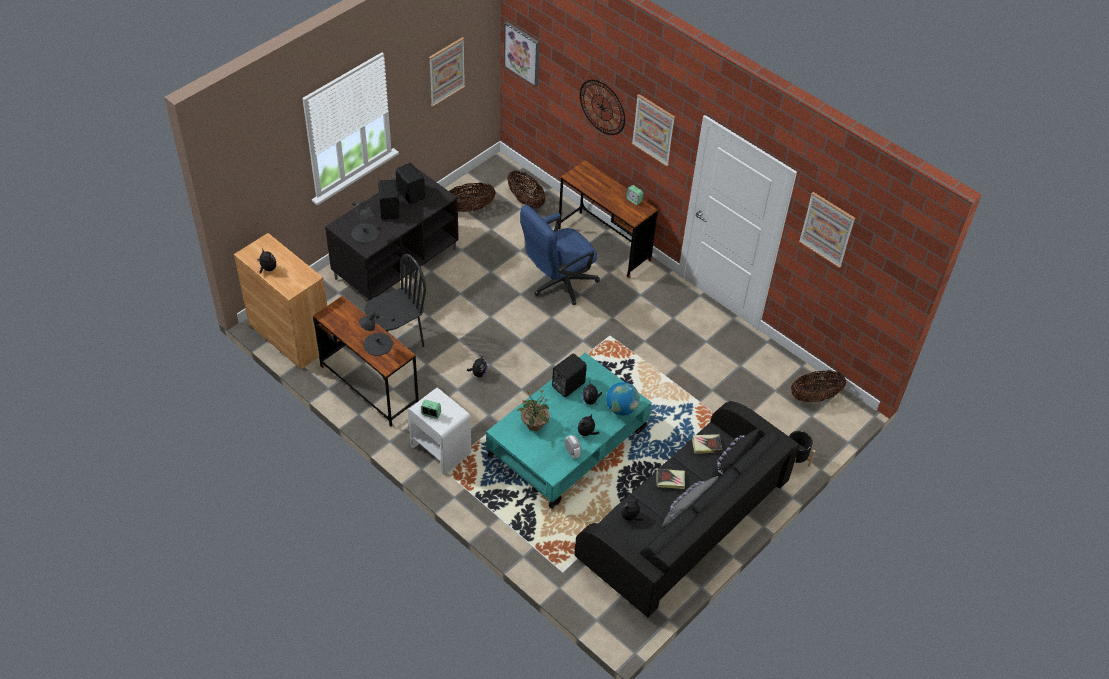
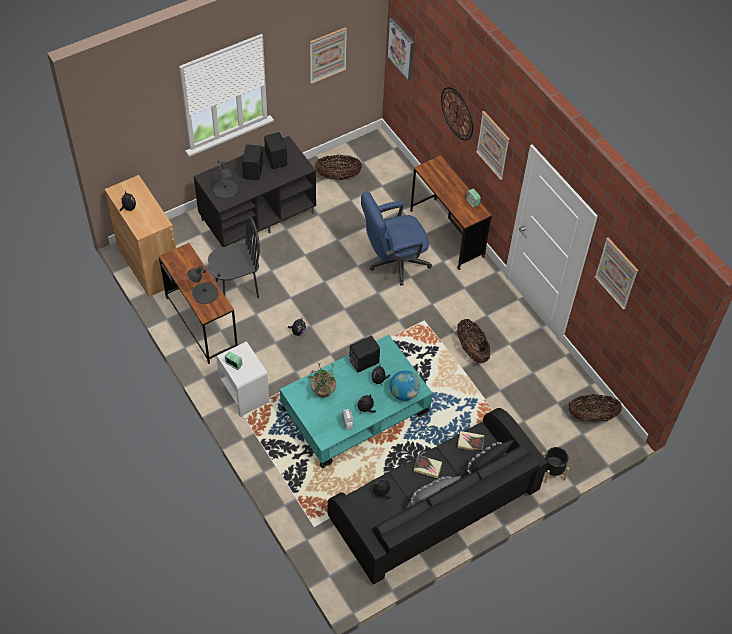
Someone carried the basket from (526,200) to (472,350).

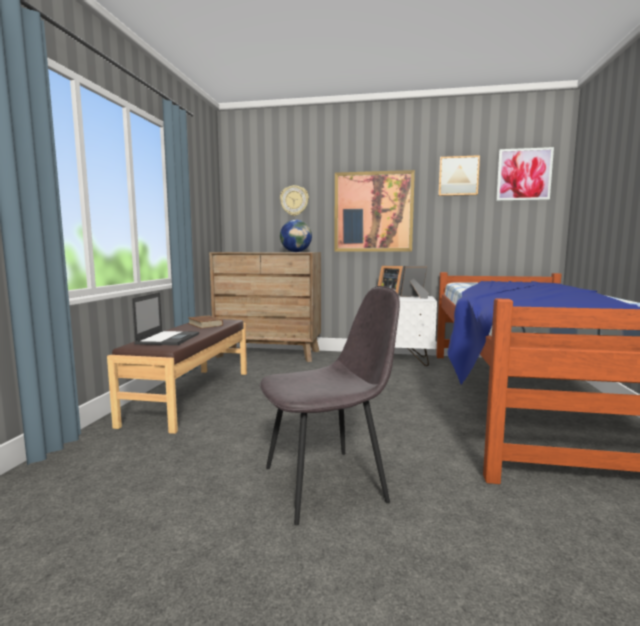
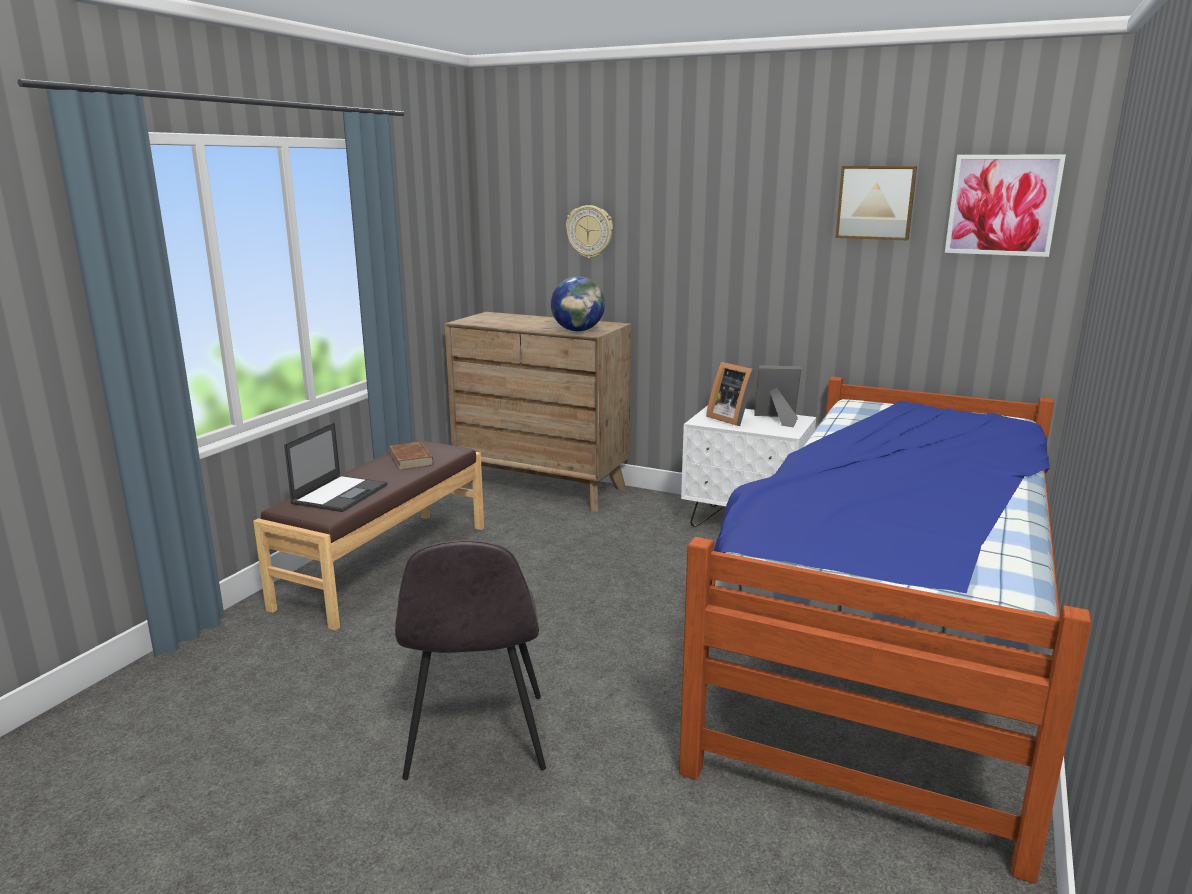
Someone took away the wall_picture at (373,212).
Someone rotated the grey_plain_chair at (327,483) by 90 degrees clockwise.

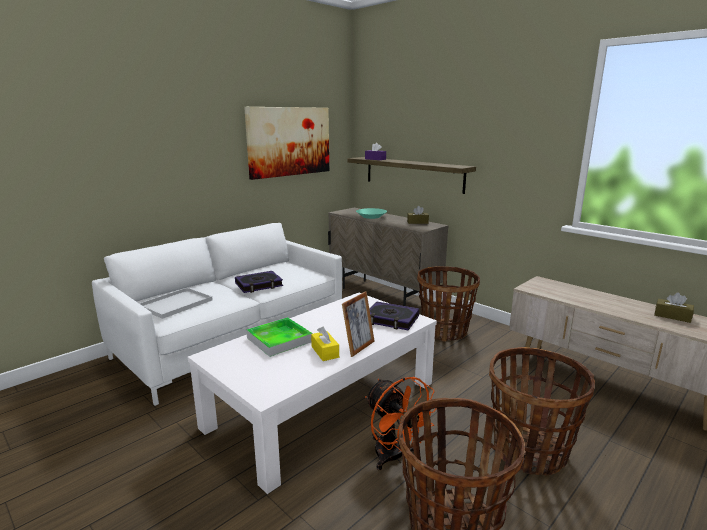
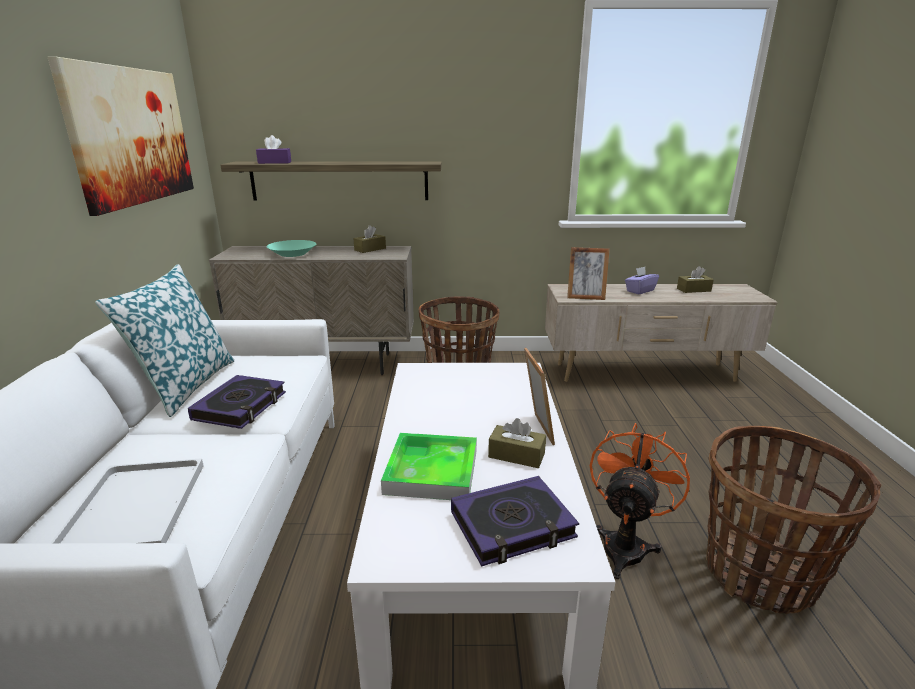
Someone took away the basket at (529,451).
Someone put down the pillow at (185,385).
Someone put down the picture_frame at (585,297).
Someone put down the purplish_tissue_box at (640,291).
Someone carried the volume from (391,319) to (512,526).
Someone repainted the yellow-coloured_tissue_box at (325,352), which became the brownish_tissue_box at (516,455).
Someone rotated the orange_cooling_fan at (394,457) by 75 degrees counterclockwise.

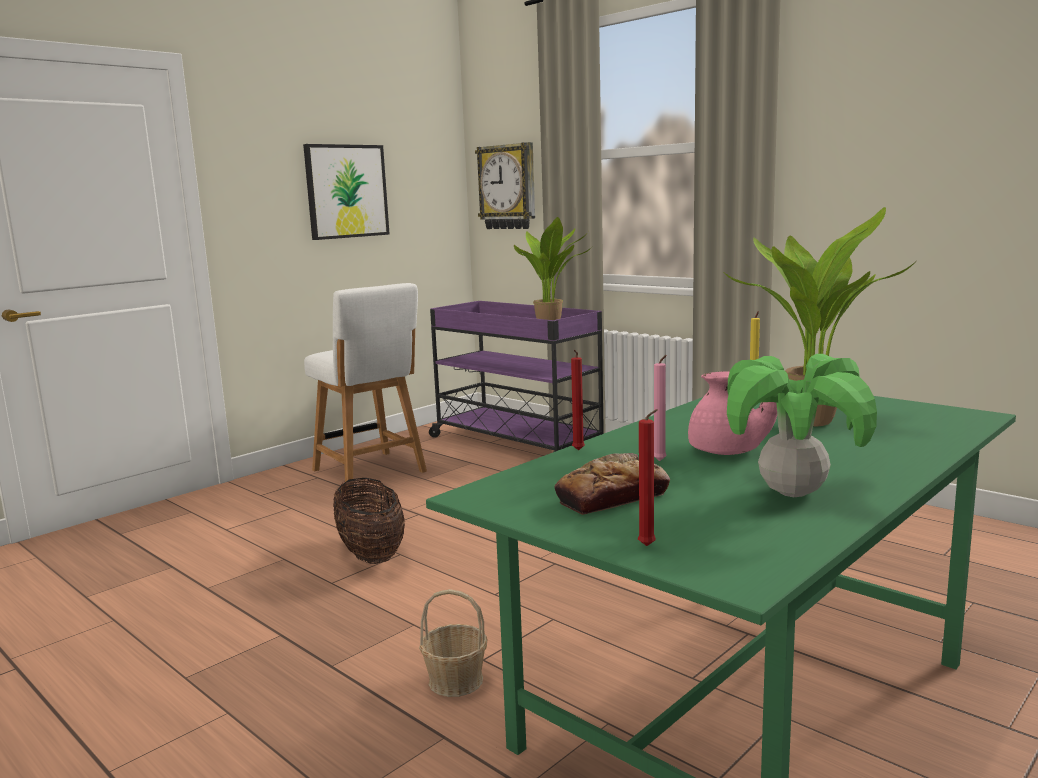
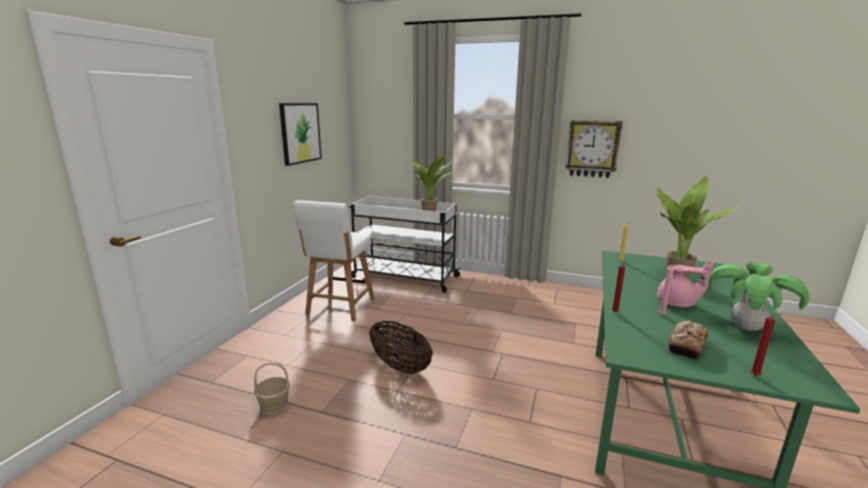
Someone carried the basket from (455,680) to (274,405).
Someone carried the wall_clock from (508,187) to (592,148).
Someone repainted the purplish_trolley at (515,443), which became the white_trolley at (403,277).
Someone rotated the white_plain_chair at (371,472) by 75 degrees clockwise.

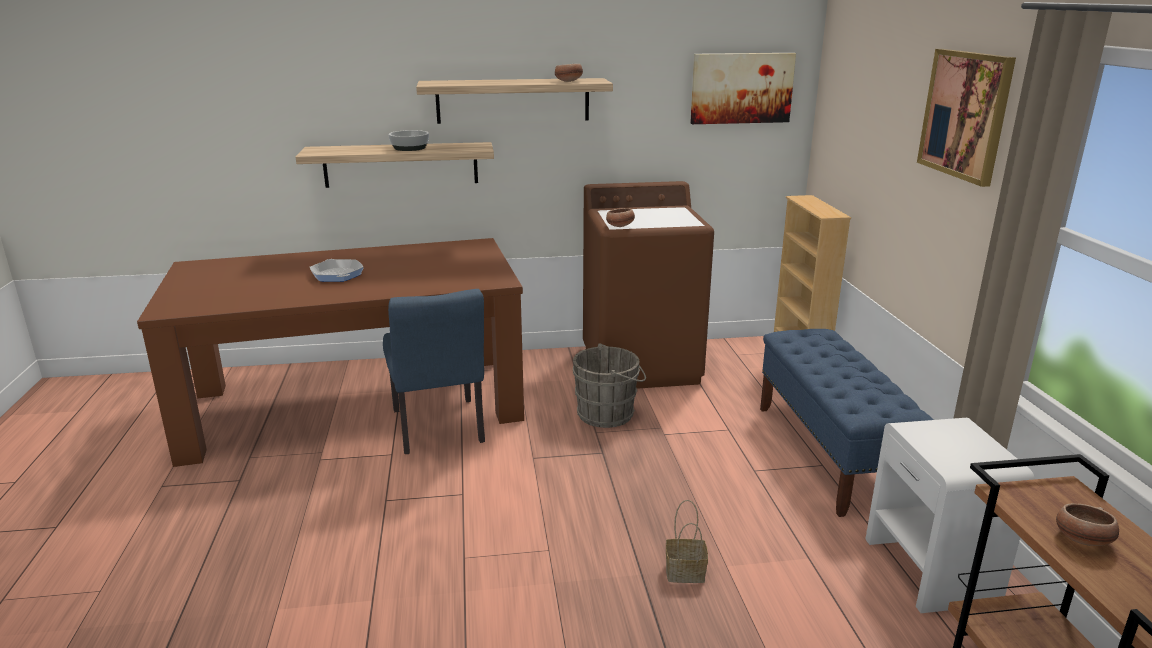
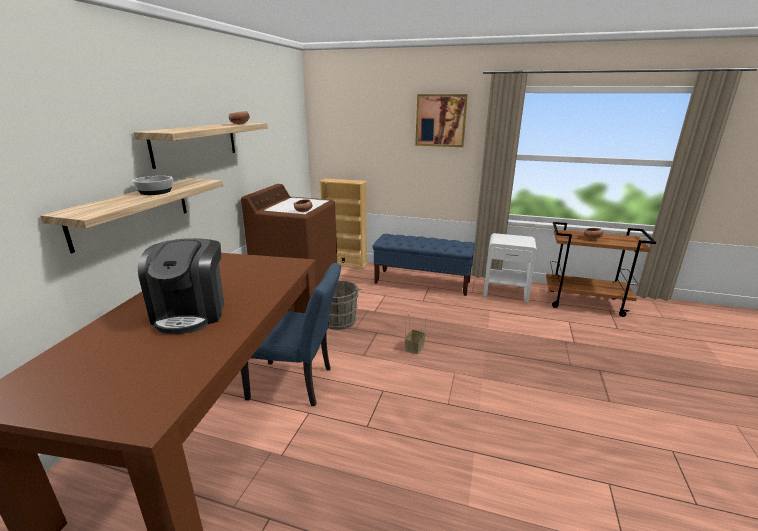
Someone took away the wall_picture at (741,88).
Someone carried the basket from (686,572) to (414,347).
Someone swapped the pan at (337,275) for the coffee_machine at (191,313).

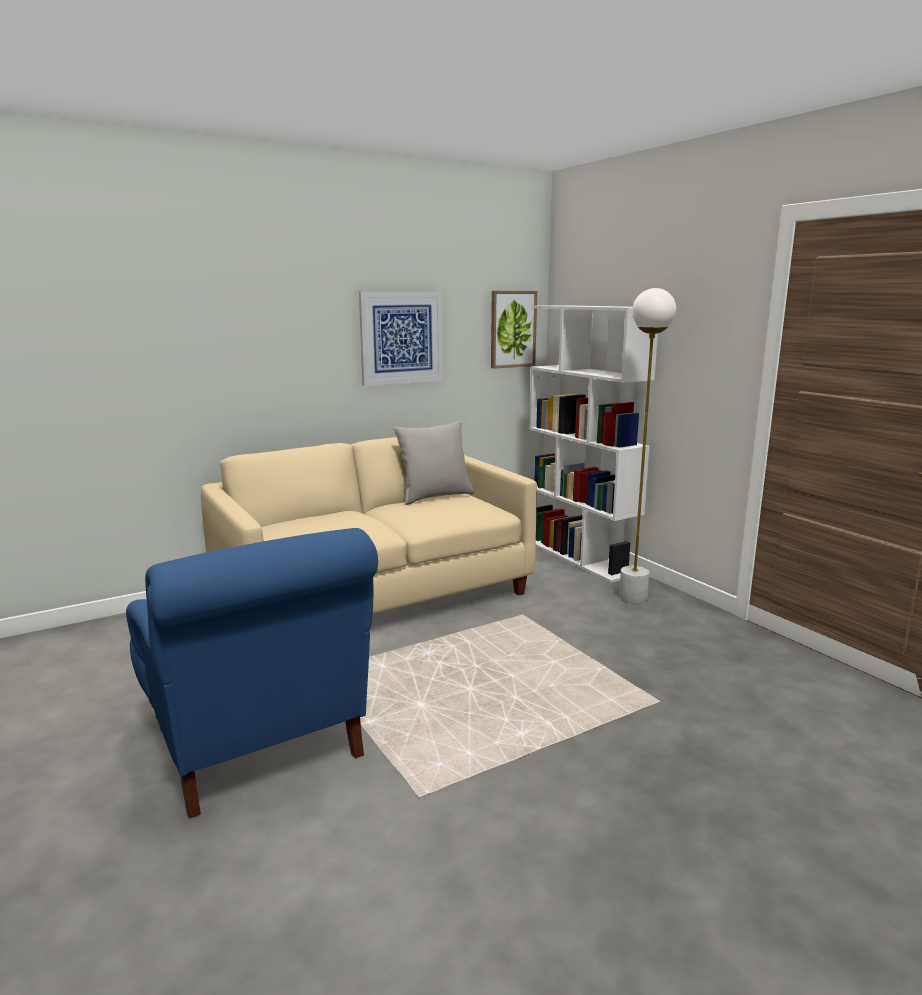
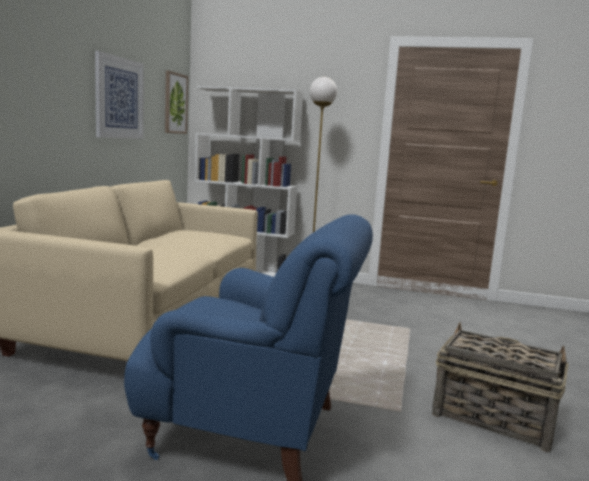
Someone took away the grey_pillow at (435,497).
Someone put down the basket at (492,418).

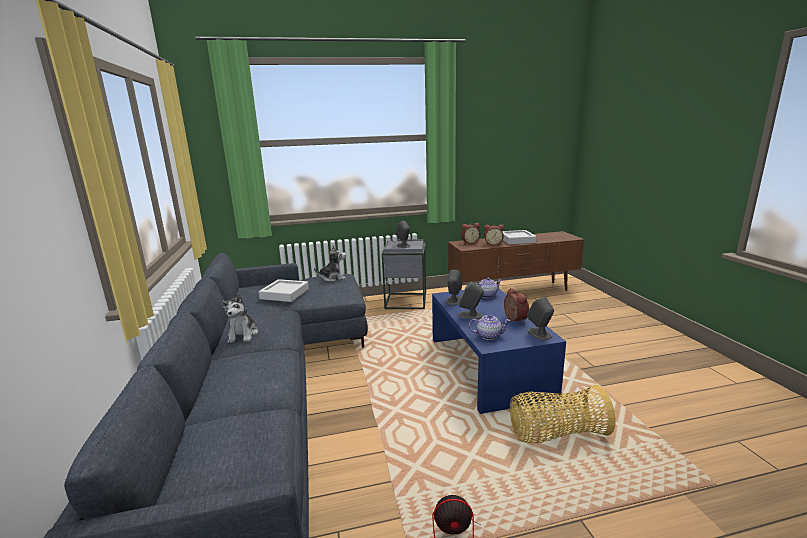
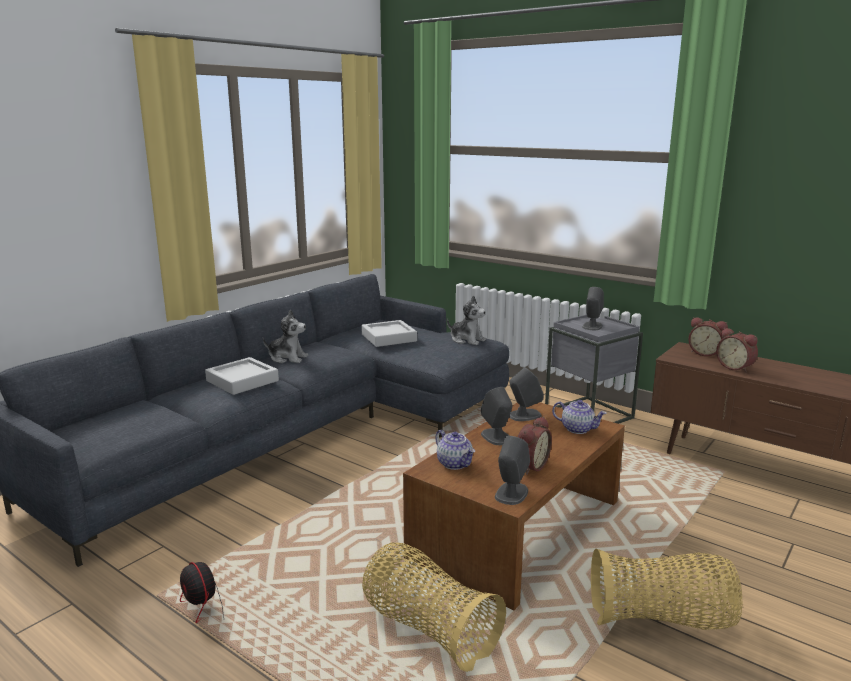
Someone put down the basket at (661,619).
Someone carried the grey_serving_tray from (517,240) to (242,381).
Someone repainted the bluish_lounge_table at (487,366), which became the brownish_lounge_table at (516,528).
Someone rotated the plush_toy at (243,334) by 120 degrees counterclockwise.

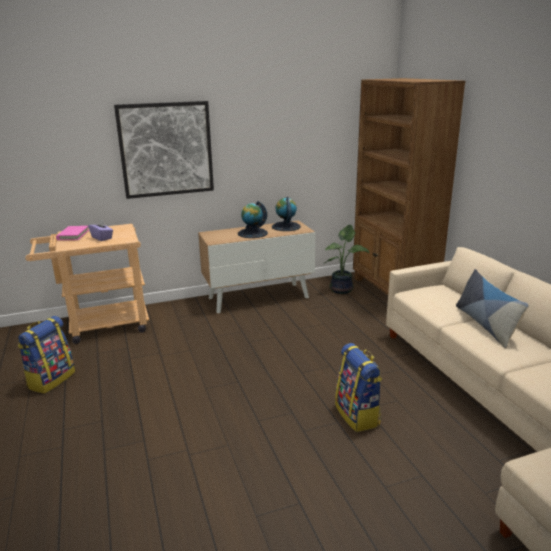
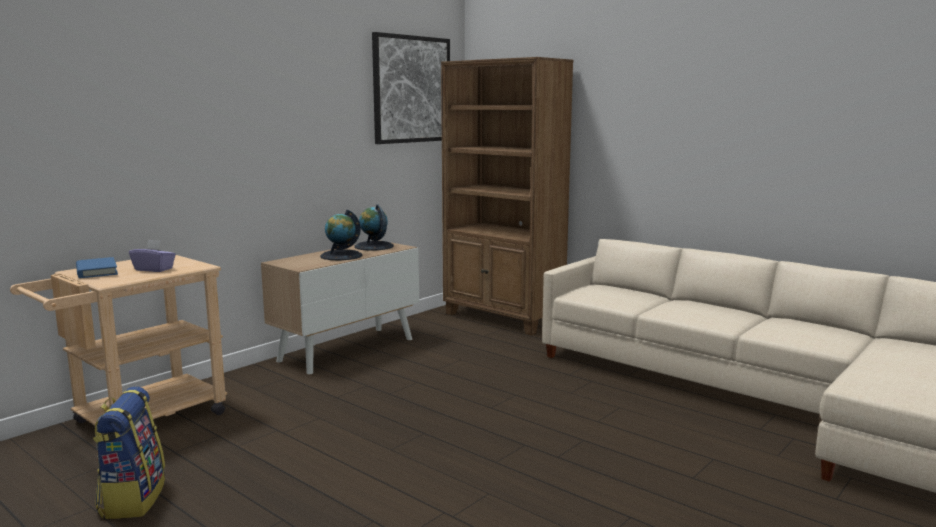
Someone took away the plant_in_a_pot at (343,289).
Someone took away the knapsack at (358,415).
Someone took away the pillow at (486,325).
Someone carried the wall_picture from (166,149) to (412,89).
Someone repainted the pink_volume at (73,235), which became the bluish_volume at (96,271).

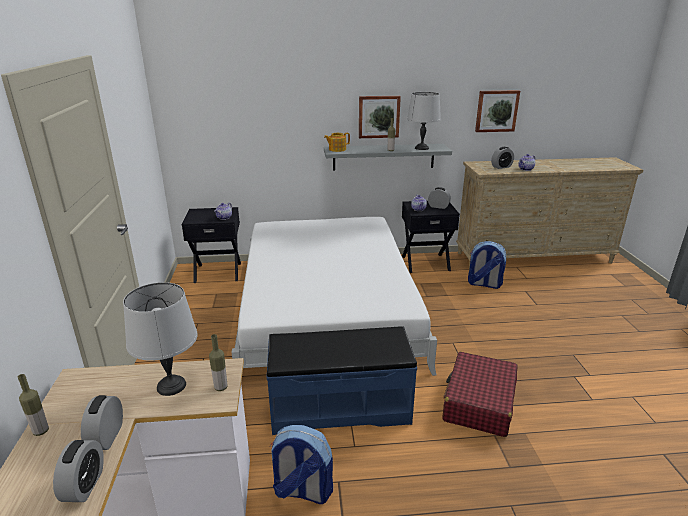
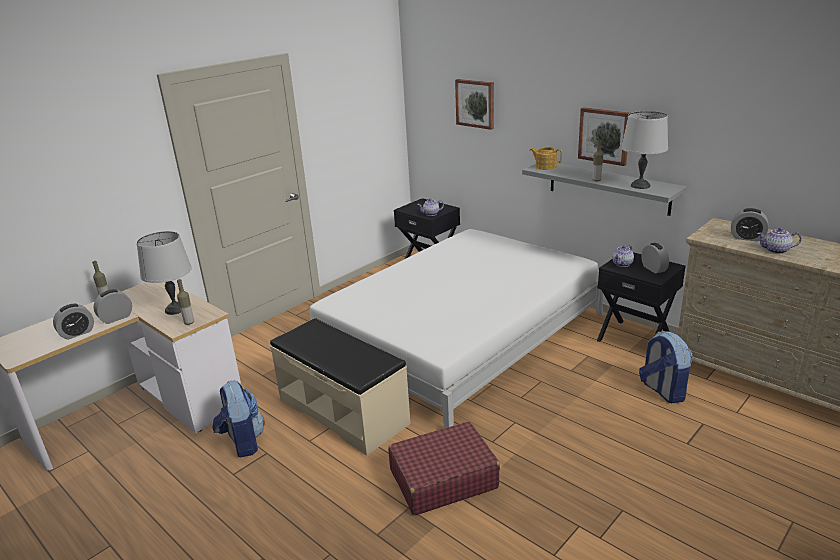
Someone carried the wall_picture from (496,111) to (475,103).
Someone repainted the bluish_indoor_bench at (340,407), which became the beige_indoor_bench at (344,411).

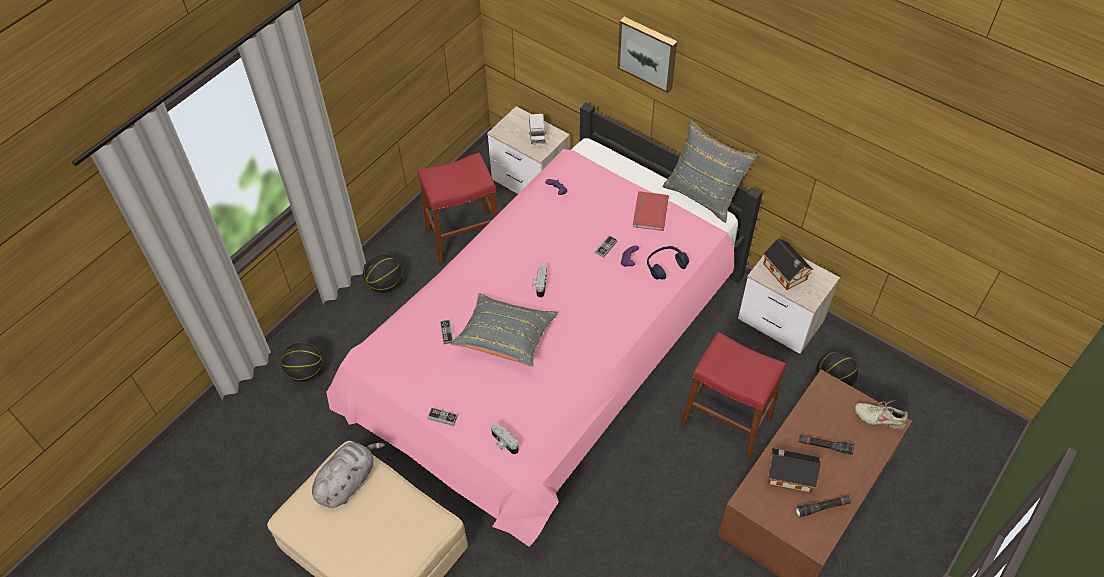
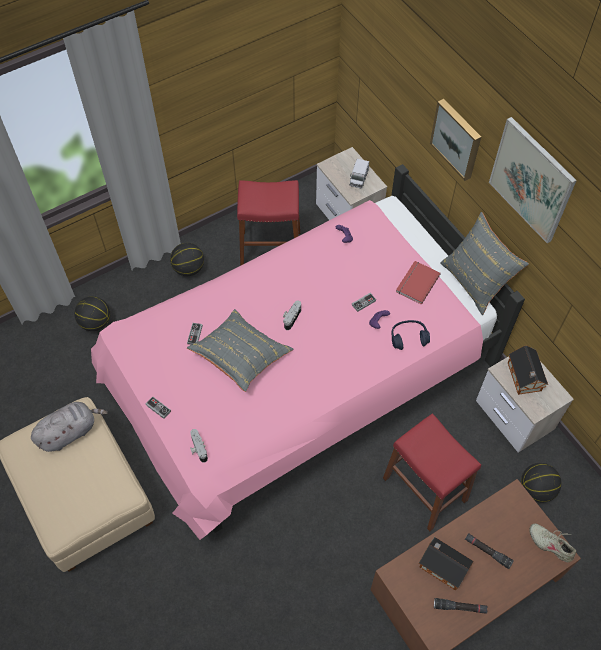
Someone put up the wall_picture at (531,180).

